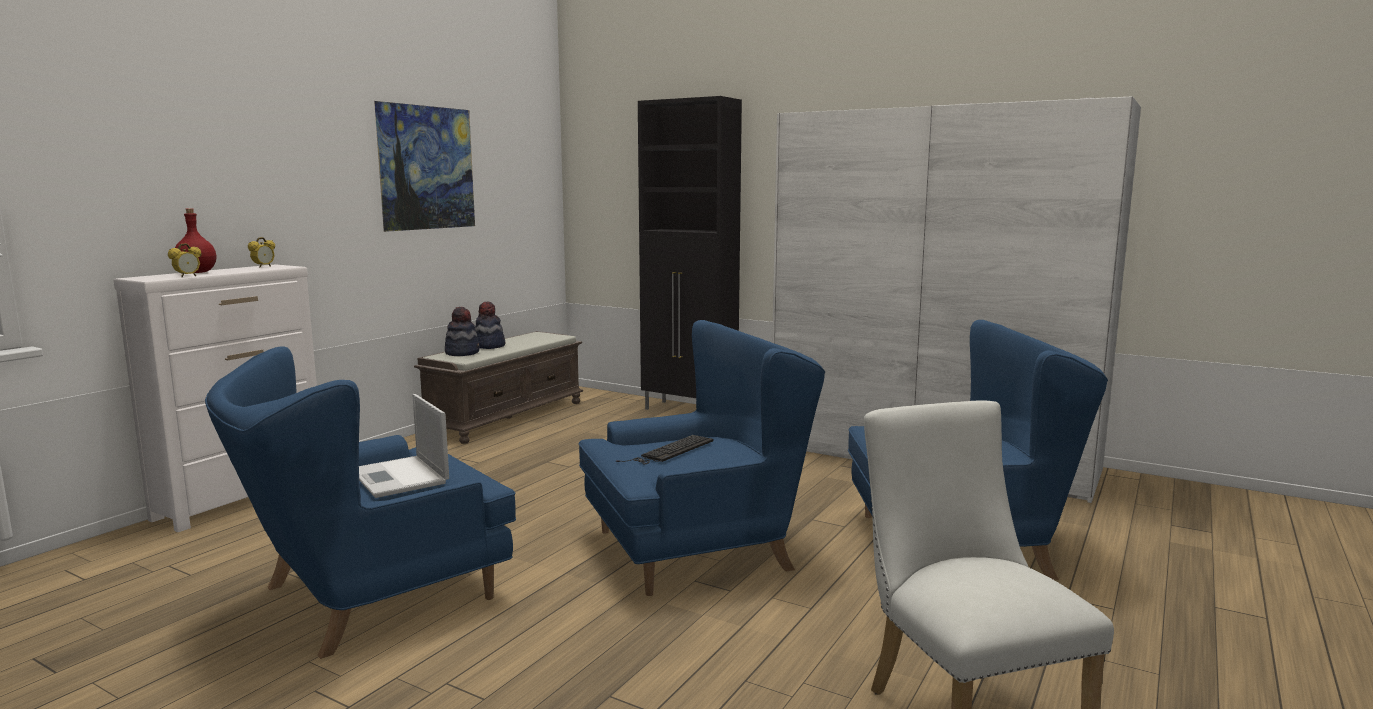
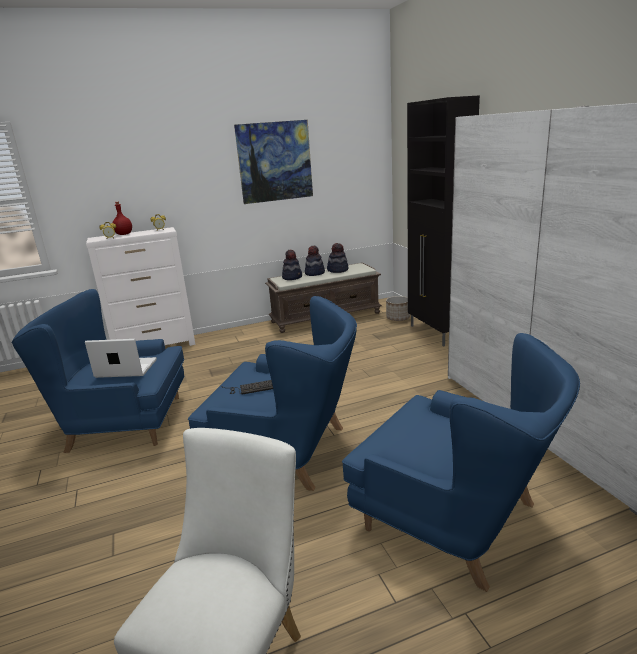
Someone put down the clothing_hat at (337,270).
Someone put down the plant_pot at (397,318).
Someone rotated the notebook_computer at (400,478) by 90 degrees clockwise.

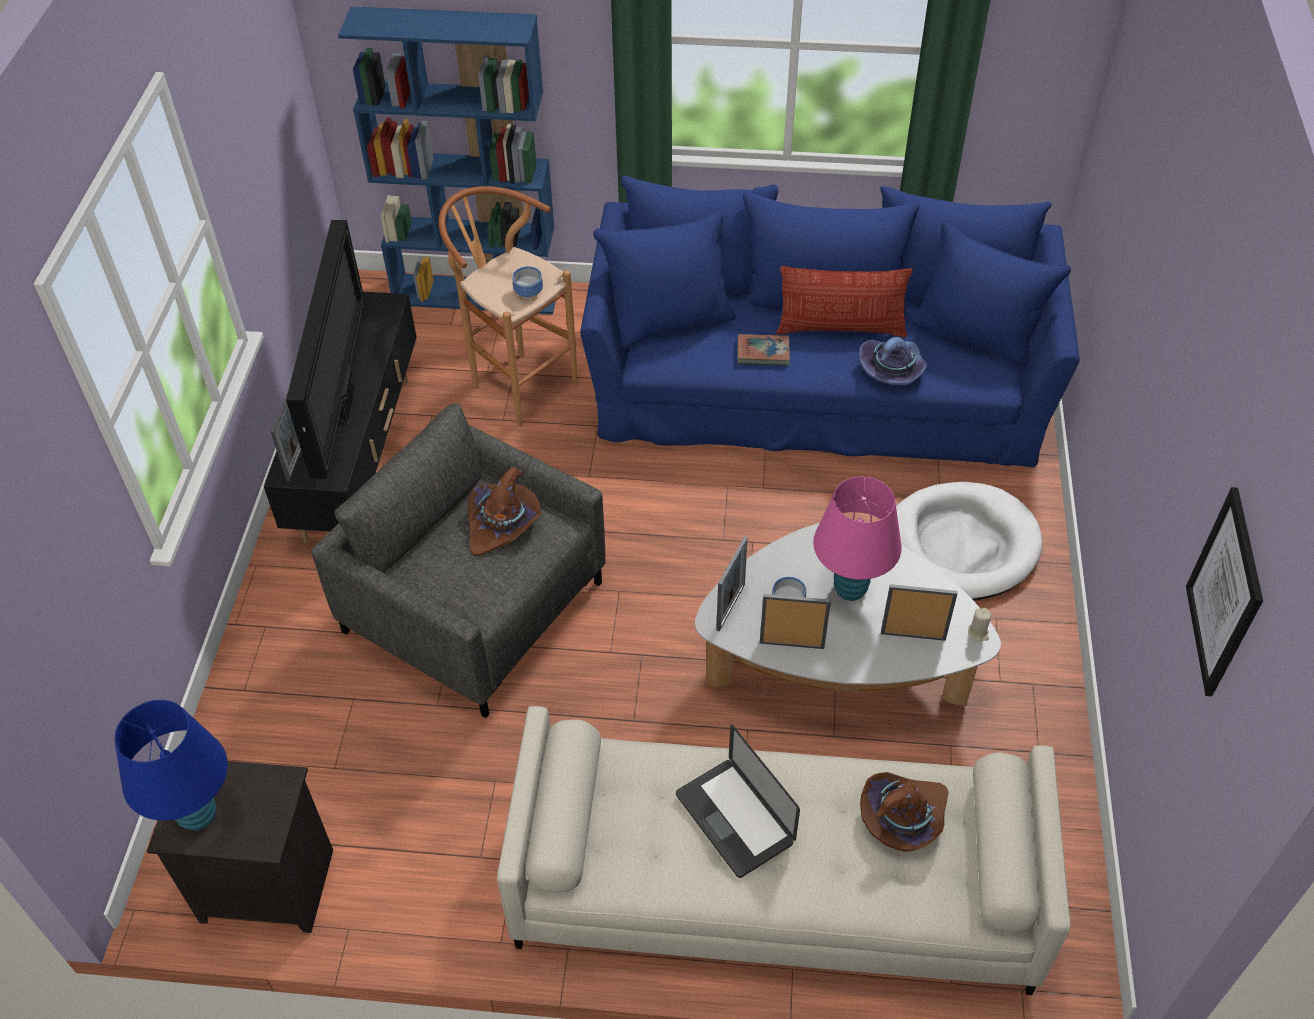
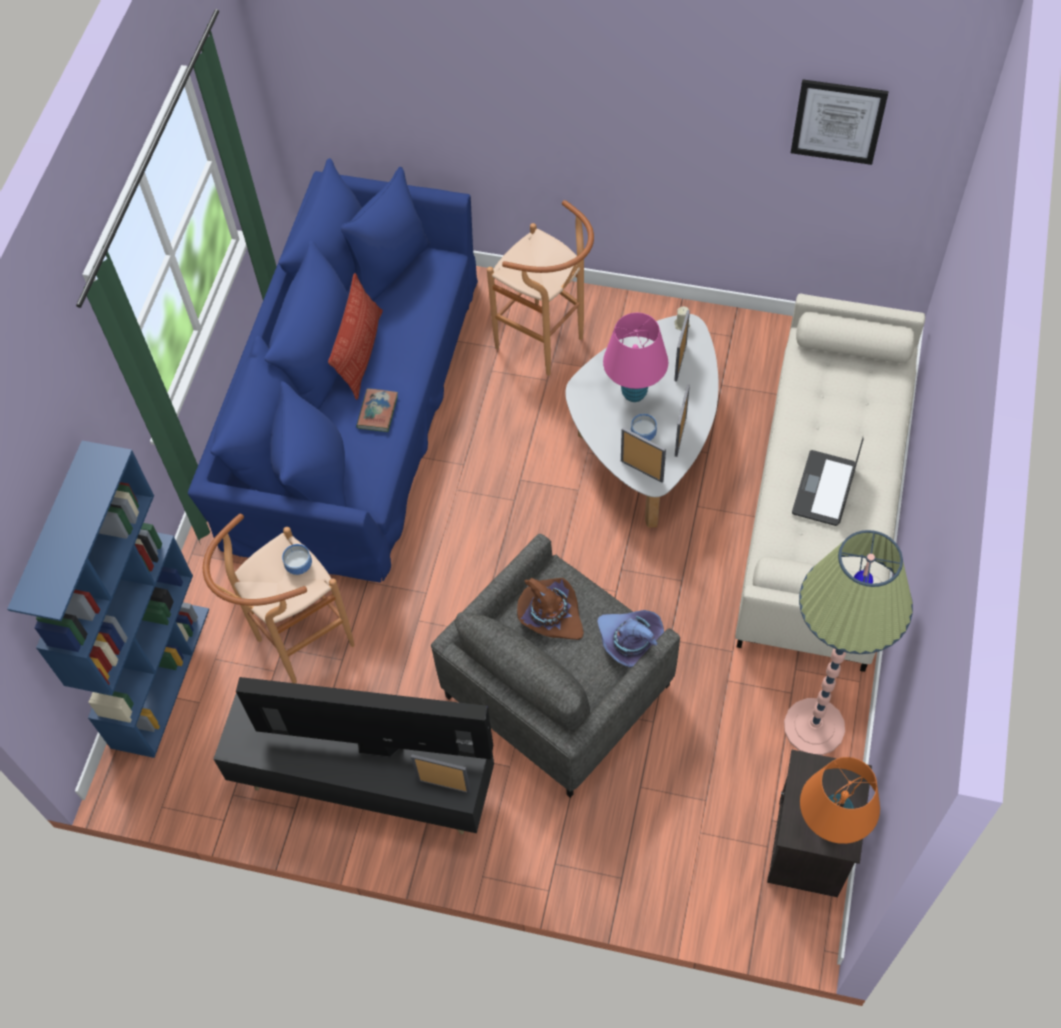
Someone took away the brownish_clothing_hat at (903,817).
Someone put down the standing_lamp at (814,727).
Someone carried the purplish_clothing_hat from (892,369) to (630,642).
Someone swapped the white_dog_cushion at (958,547) for the brownish_stool_seat at (547,345).
Someone repainted the bluish_table_lamp at (198,815), which became the orange_table_lamp at (830,826).
Someone rotated the notebook_computer at (734,818) by 135 degrees clockwise.

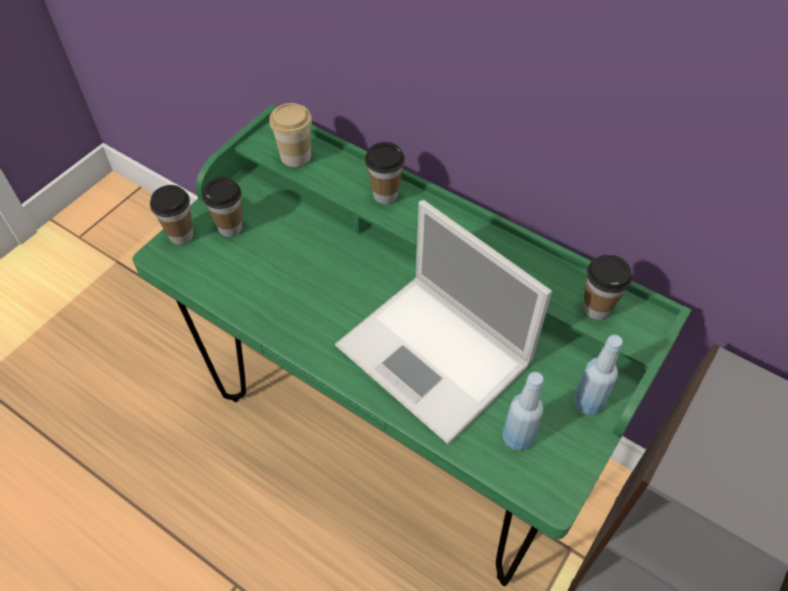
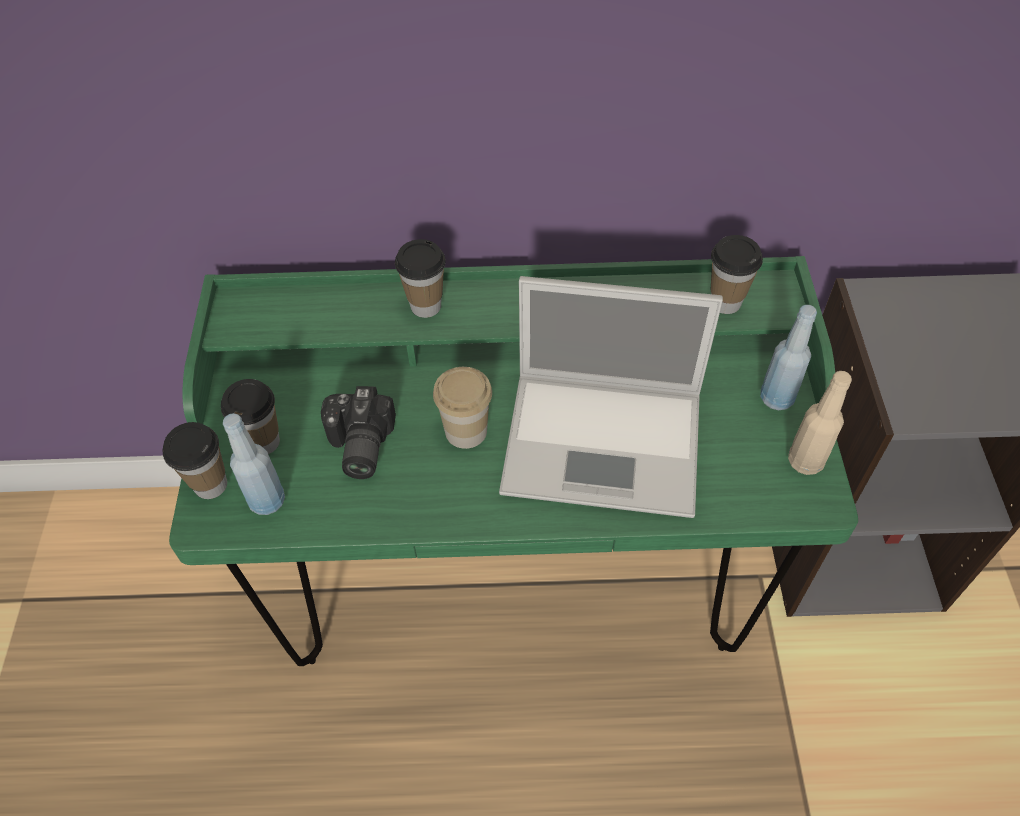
Someone put down the still_camera at (357,446).
Someone put down the beige_beverage_bottle at (805,461).
Someone carried the cup from (295,156) to (466,431).
Someone carried the bluish_beverage_bottle from (517,437) to (267,501).

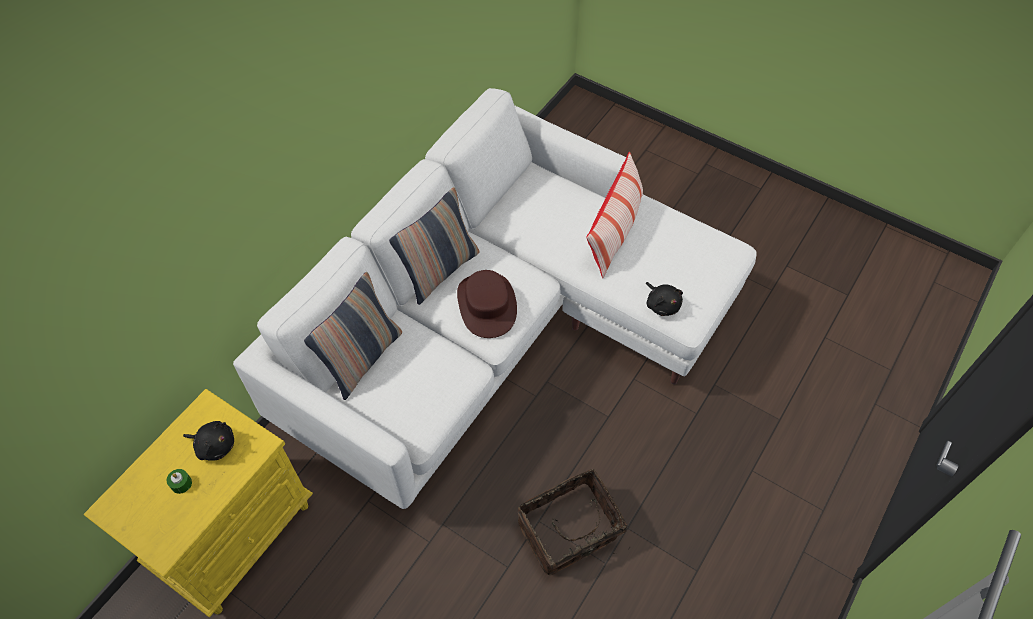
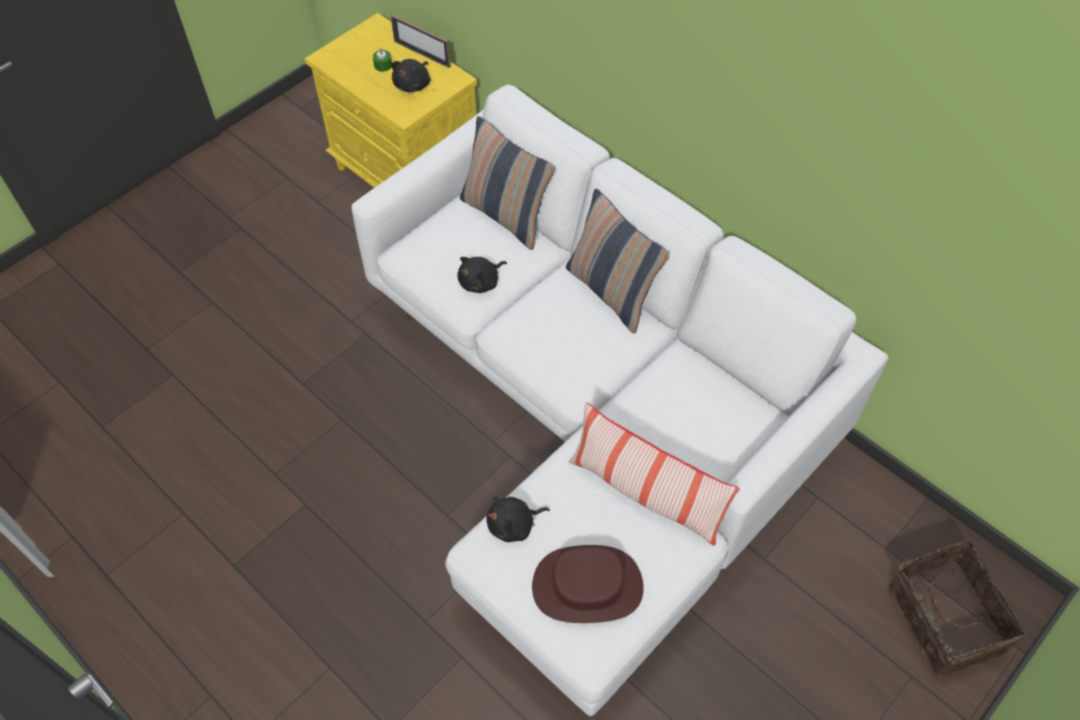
Someone put down the picture_frame at (422,54).
Someone put down the black_plush_toy at (481,282).
Someone carried the brownish_clothing_hat from (487,305) to (587,587).
Someone carried the basket from (569,533) to (941,621).

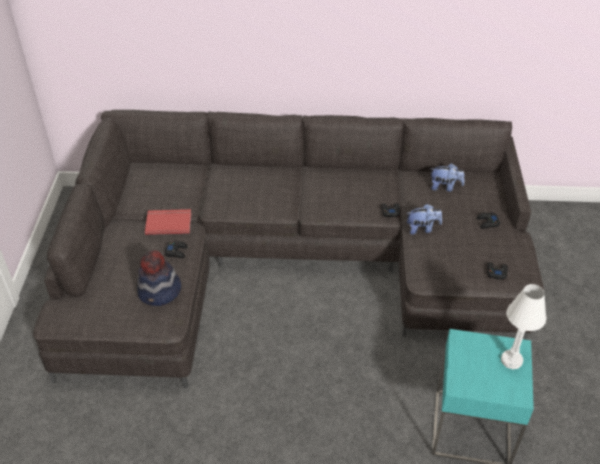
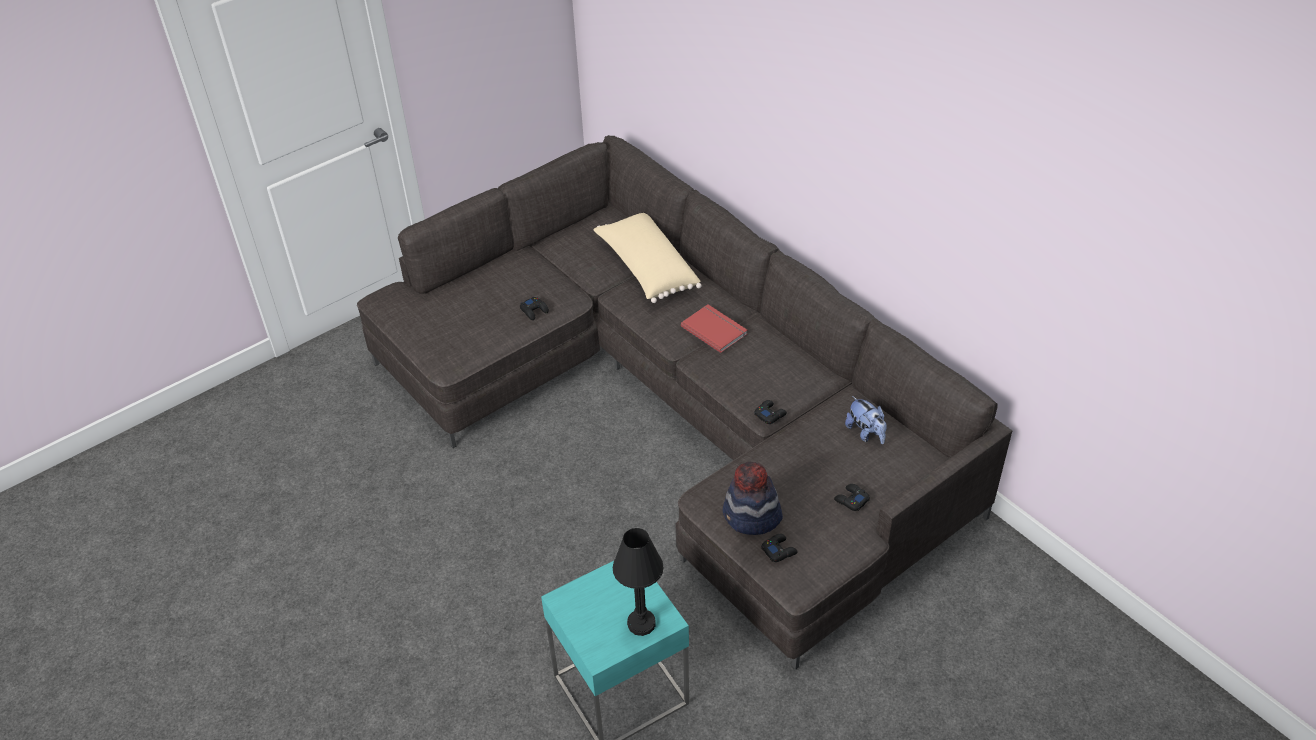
Someone took away the plush_toy at (422,228).
Someone put down the beige_pillow at (646,269).
Someone carried the clothing_hat from (160,292) to (751,516).
Someone carried the reddish_volume from (168,222) to (715,329).
Someone repainted the white_table_lamp at (511,360), which became the black_table_lamp at (641,623).

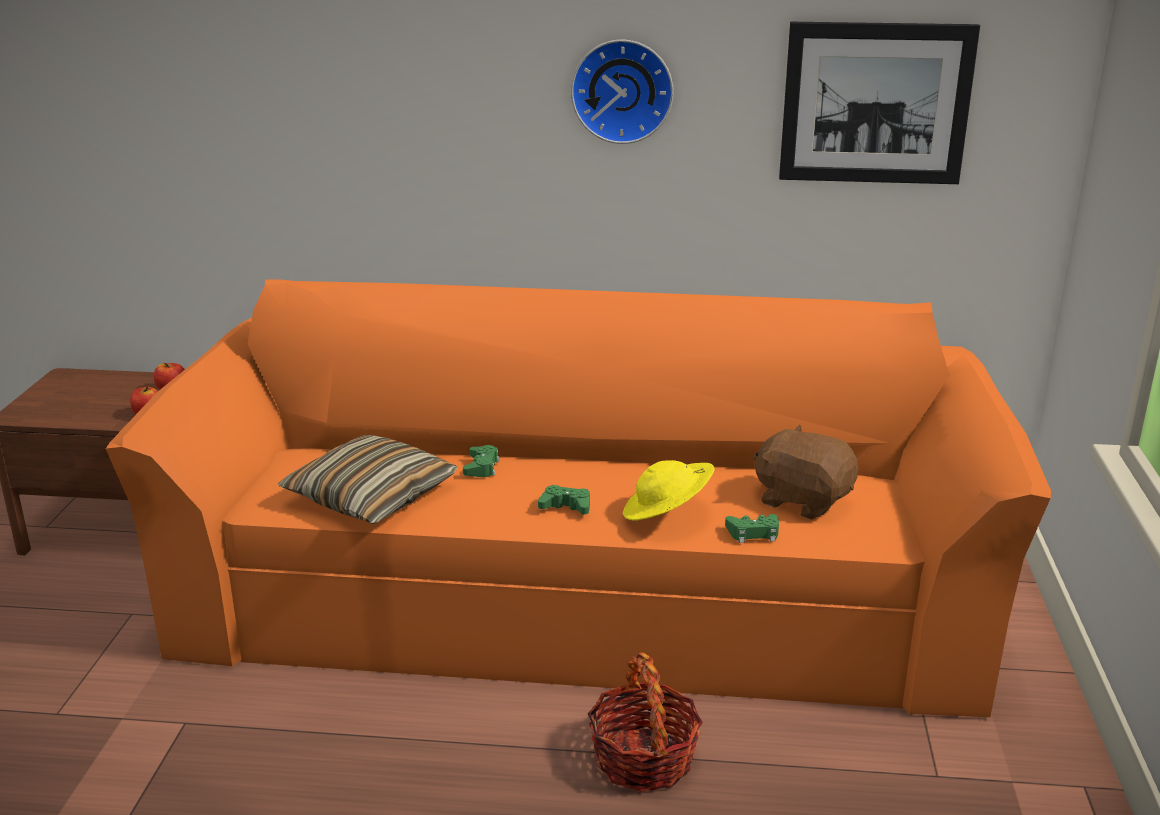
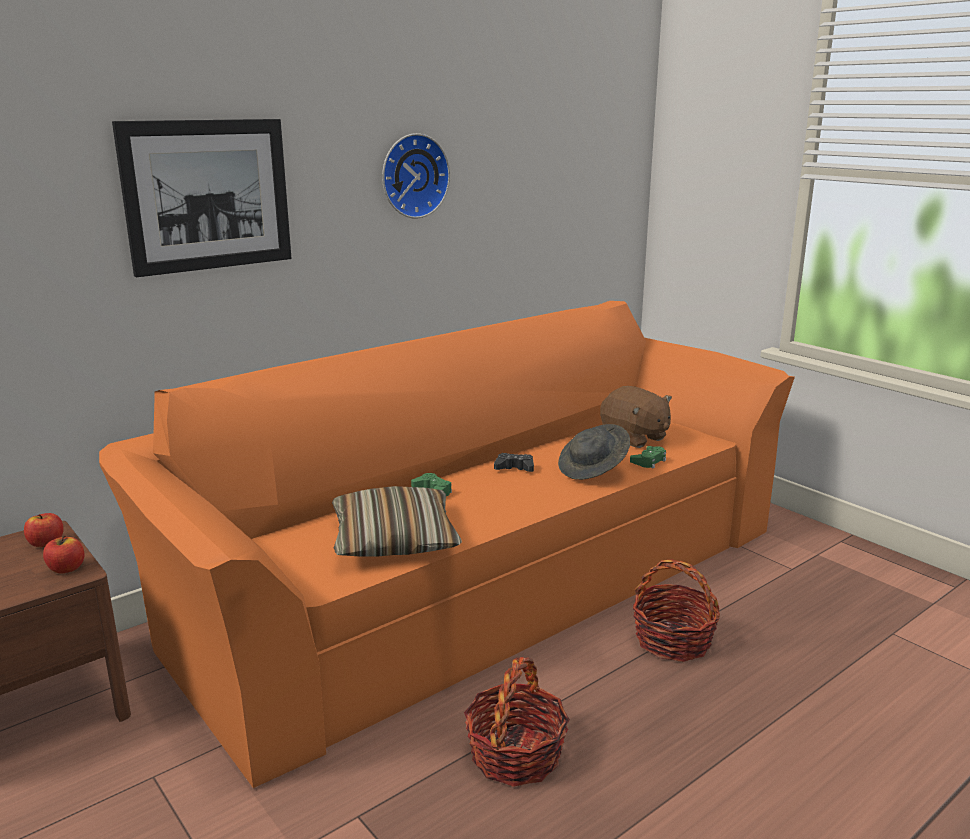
Someone took away the green-coloured_joypad at (566,506).
Someone put down the basket at (515,754).
Someone put down the black_joypad at (514,468).
Someone carried the wall_picture from (875,103) to (208,195).
Someone repainted the yellow-coloured_clothing_hat at (667,513), which became the grey_clothing_hat at (593,469).
Someone rotated the brownish_plush_toy at (803,500) by 120 degrees counterclockwise.

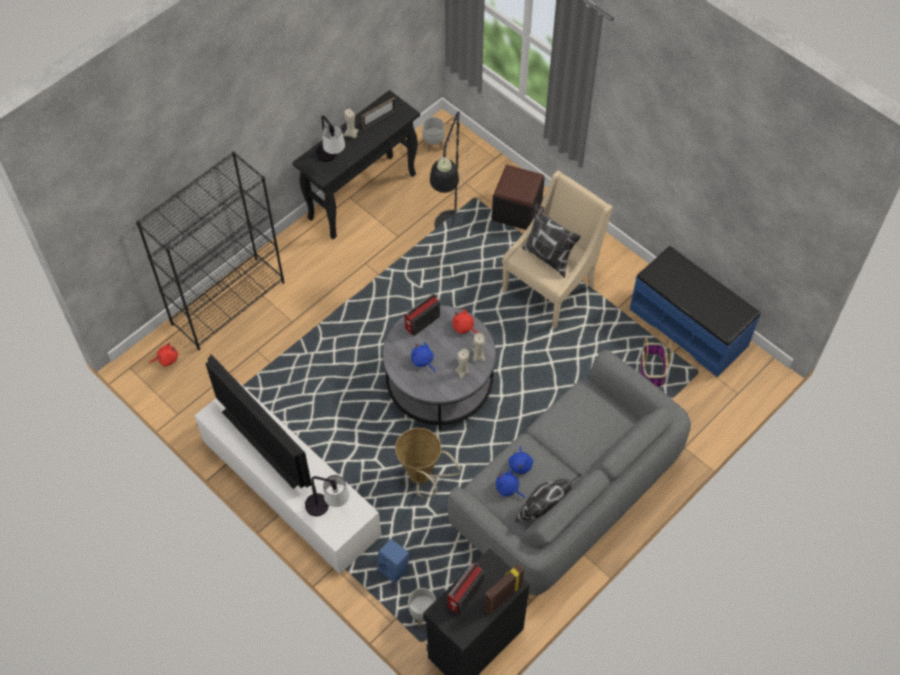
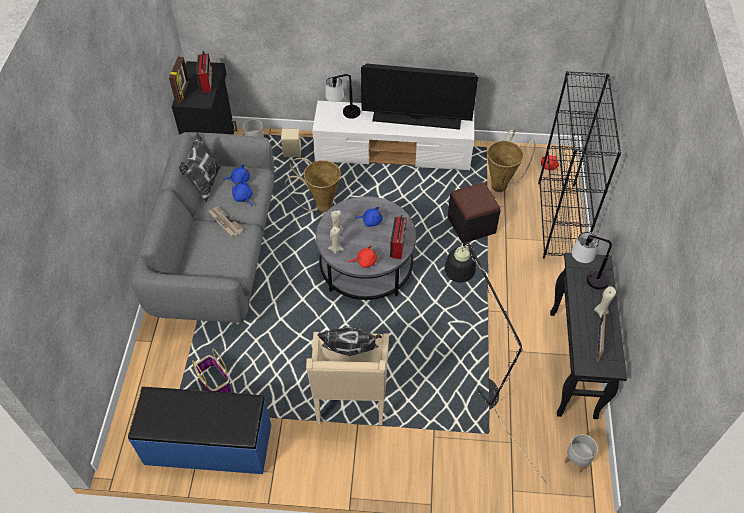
Someone put down the newspaper at (225,222).
Someone put down the basket at (501,184).
Someone carried the black_ottoman from (517,210) to (471,225).
Someone repainted the bluish_audio_speaker at (395,569), which became the beige_audio_speaker at (291,154).

